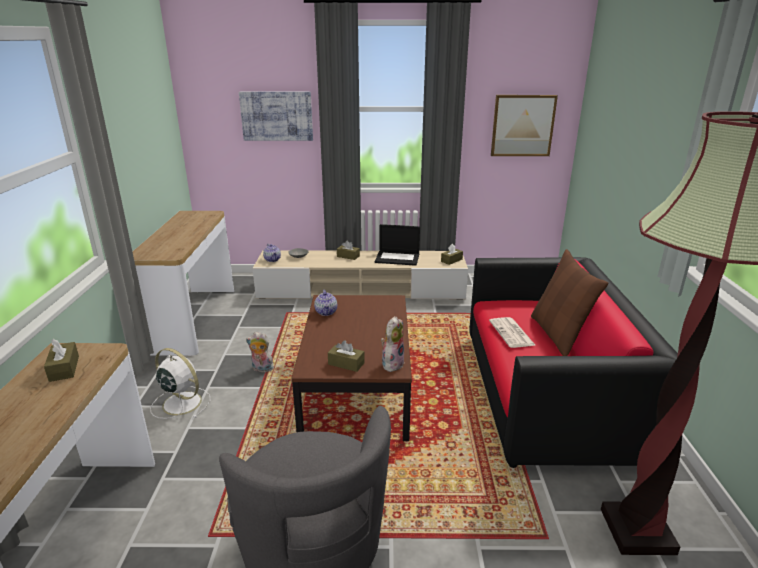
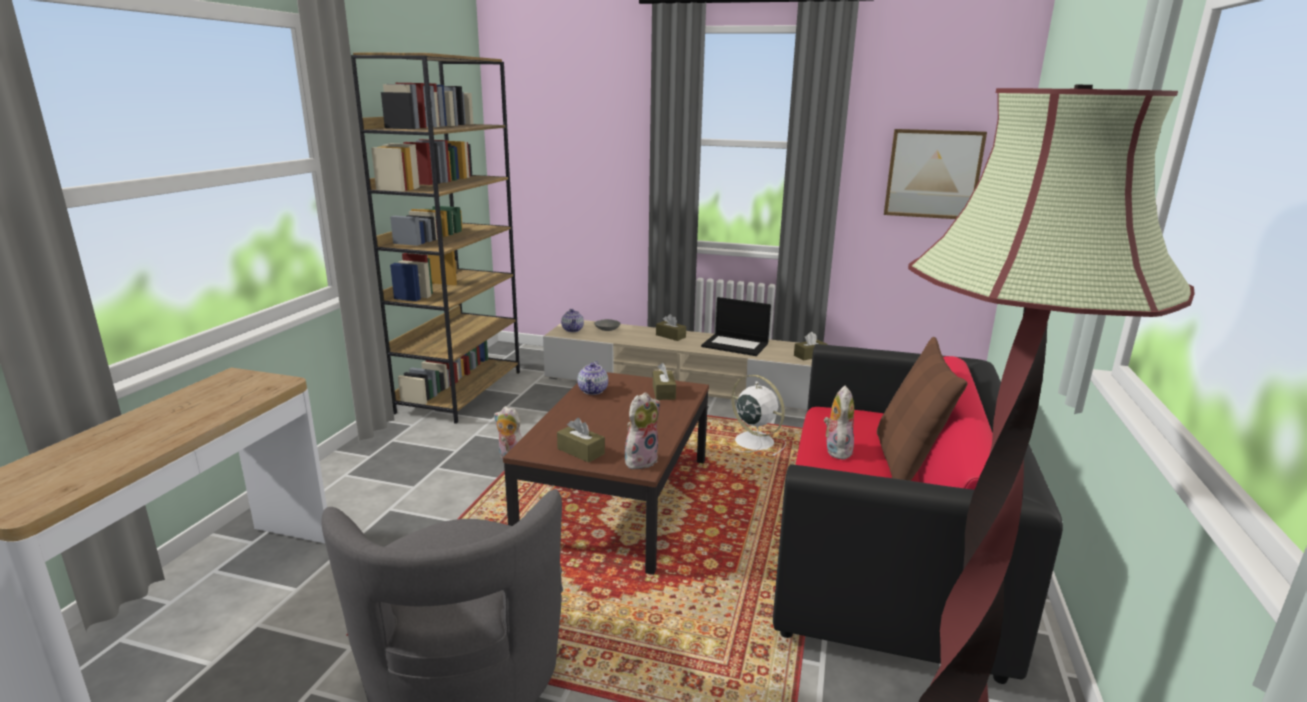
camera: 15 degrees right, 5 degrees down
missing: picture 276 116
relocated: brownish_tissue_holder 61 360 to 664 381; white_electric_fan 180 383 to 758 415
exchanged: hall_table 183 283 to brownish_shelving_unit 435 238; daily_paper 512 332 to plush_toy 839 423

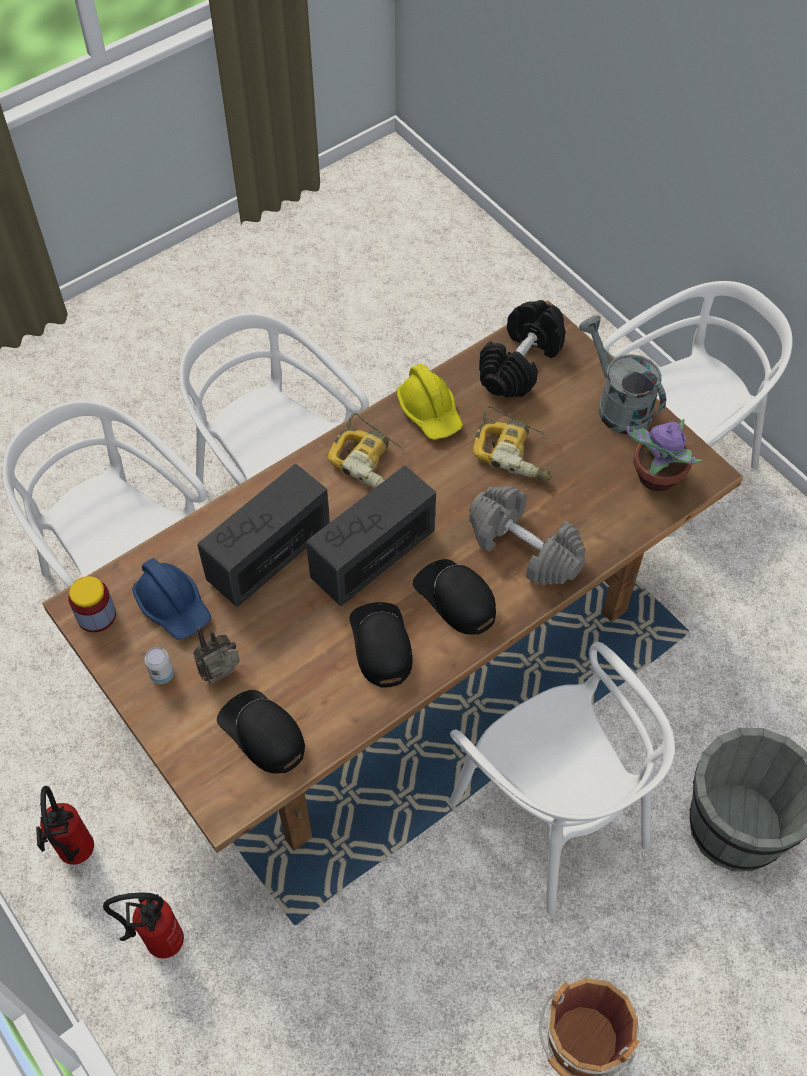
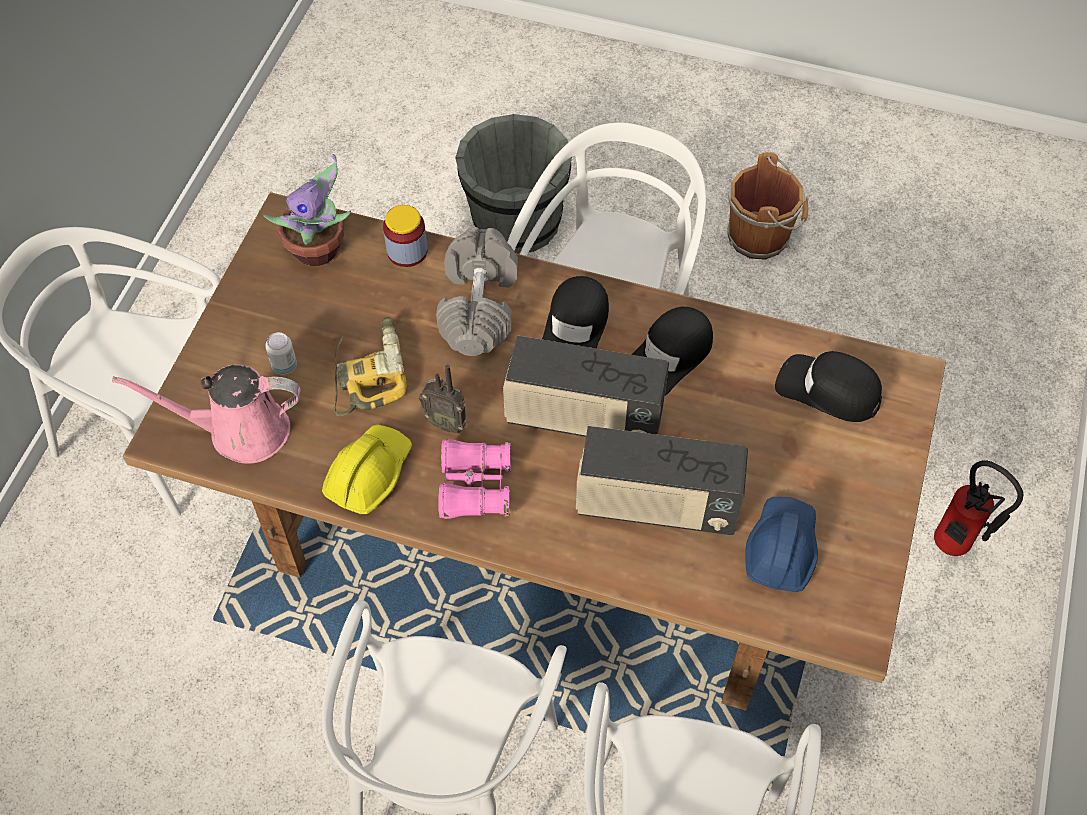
camera: 125 degrees left, 0 degrees up
missing: fire_extinguisher 65 825; gray_sprinkling_can 622 375
relocated: preserve_jar 92 604 to 405 236; metal_can 159 665 to 281 353; radio_set 216 655 to 443 398
exchanged: electric_drill 368 450 to pink_pair_of_binoculars 474 479; blackish_hand_weight 522 349 to pink_sprinkling_can 206 414
spun: blackish_peaked_cap 261 732 = 828 386 105 degrees clockwise

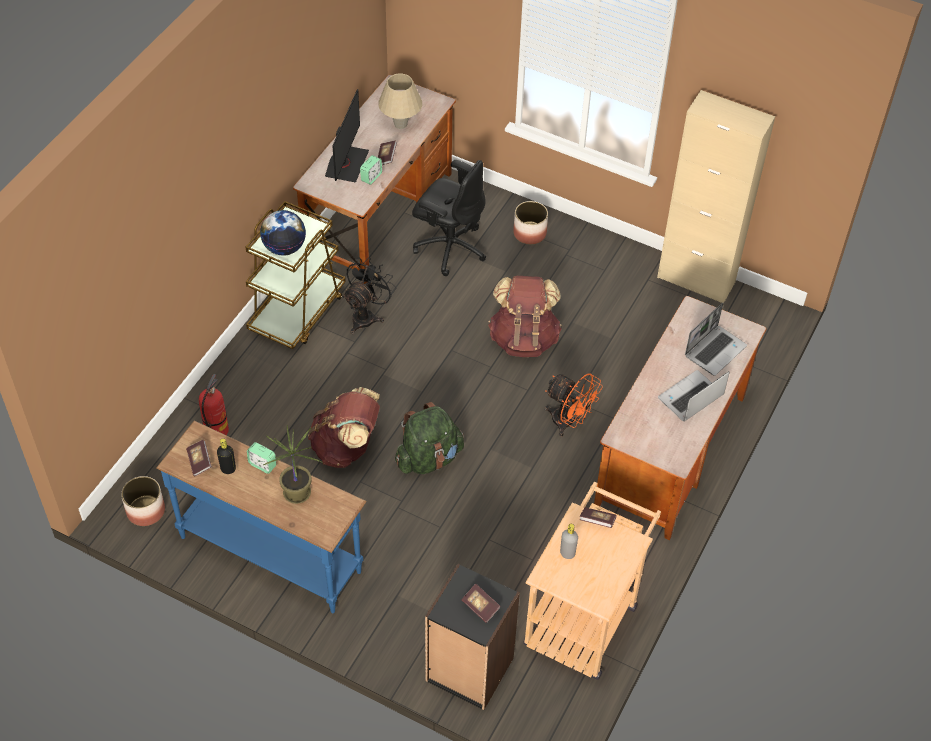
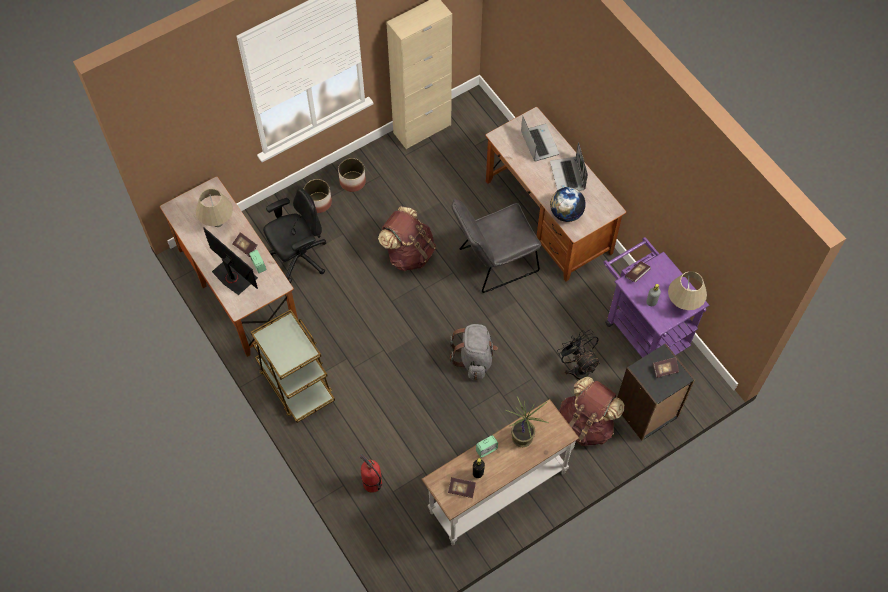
camera: 60 degrees left, 10 degrees up
appeared: sand-coloured_lamp_for_a_table 687 290
relocated: plant_pot 143 501 to 352 175; globe 283 233 to 568 204; brownish_knapsack 344 427 to 591 411; blackish_electric_fan 370 295 to 579 355
exchanged: orange-coloured_electric_fan 574 405 to gray_upright_chair 496 245
colour: blue_hall_table 261 516 to white_hall_table 500 472; green-coloured_knapsack 429 438 to gray_knapsack 474 352; sand-coloured_trolley 592 581 to purple-coloured_trolley 656 297

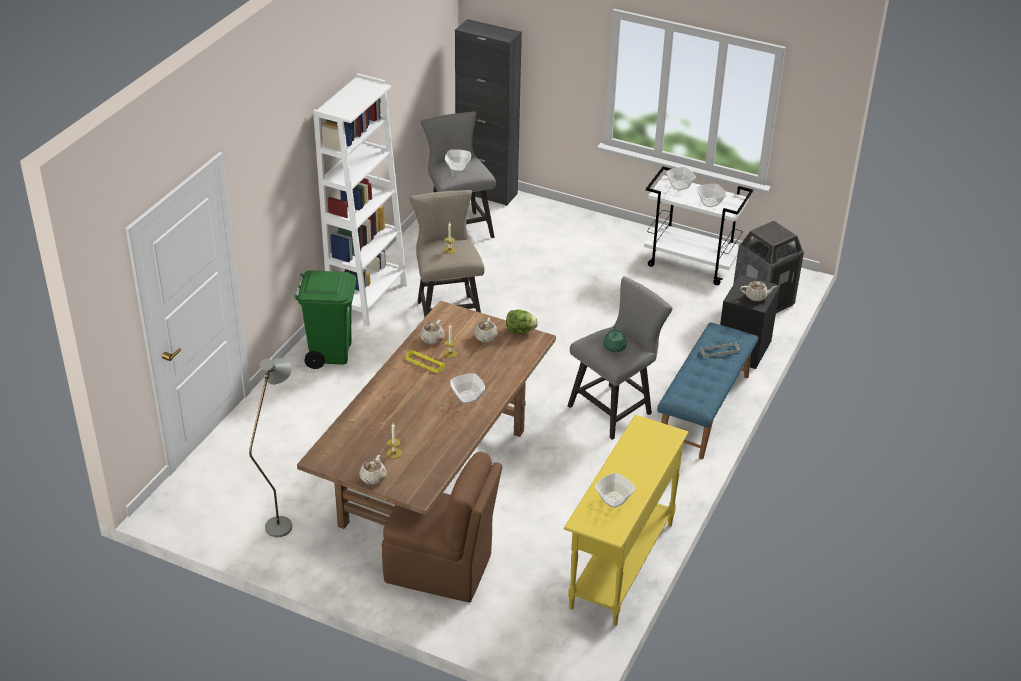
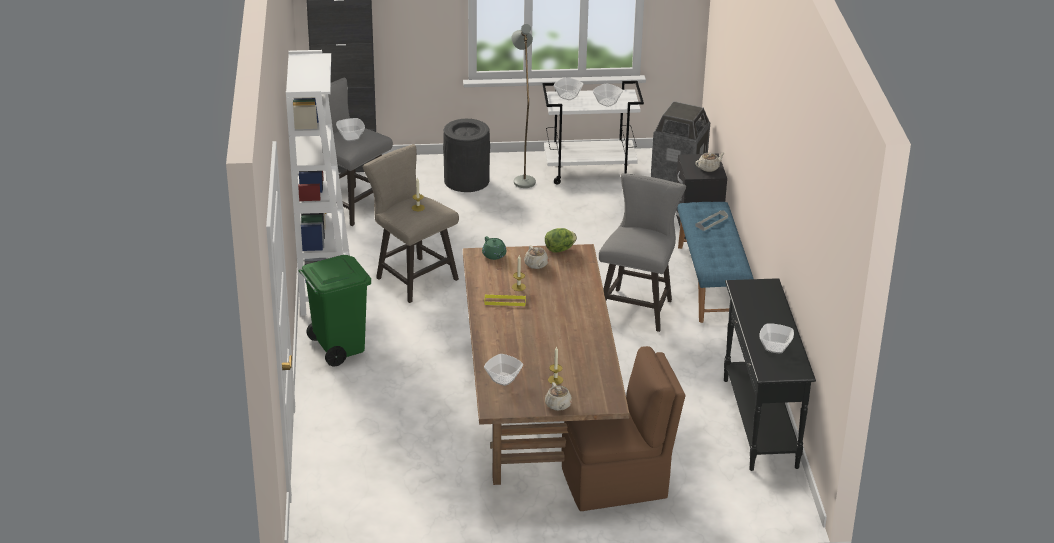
camera: 30 degrees left, 5 degrees down
missing: sand-coloured_tea_pot 432 332
appeared: blackish_trash_can 466 155
relocated: gray_floor_lamp 270 447 to 524 106; serving_bowl 467 388 to 503 370; green-coloured_tea_pot 615 339 to 494 248
colour: yellow_hall_table 626 520 to blackish_hall_table 770 374

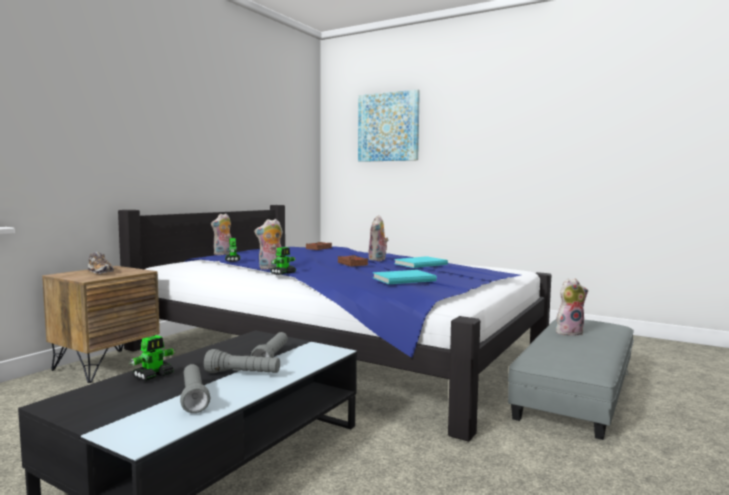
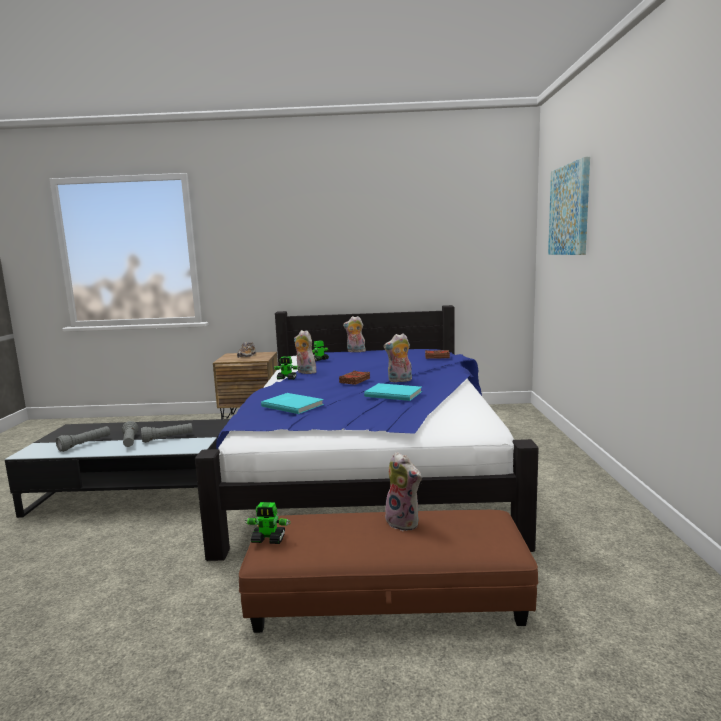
camera: 60 degrees right, 5 degrees up
relocated: toy_robot 152 358 to 268 523
colour: gray_pouffe 571 379 to brownish_pouffe 388 571

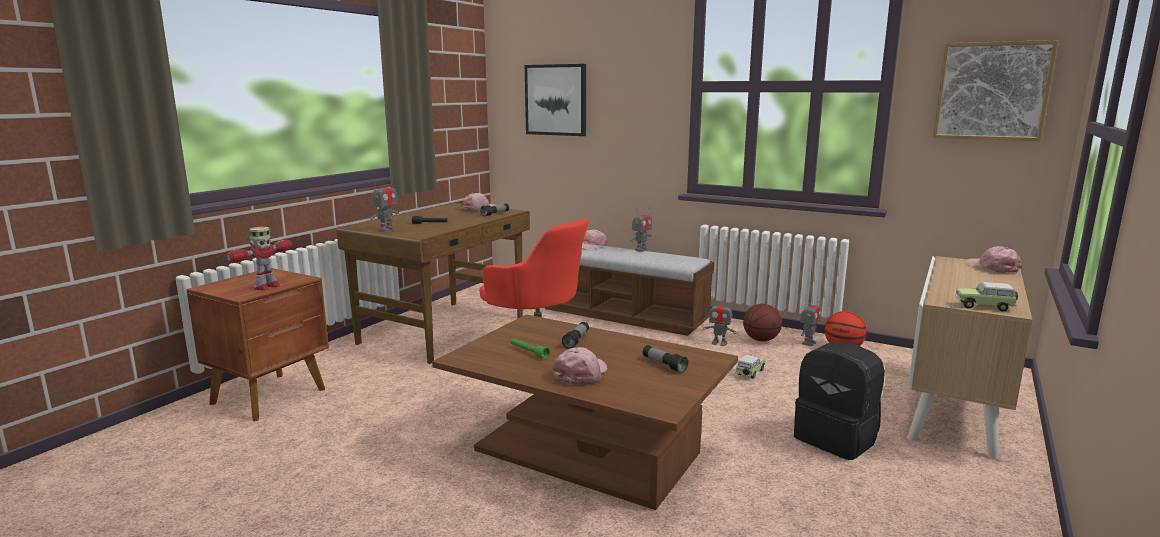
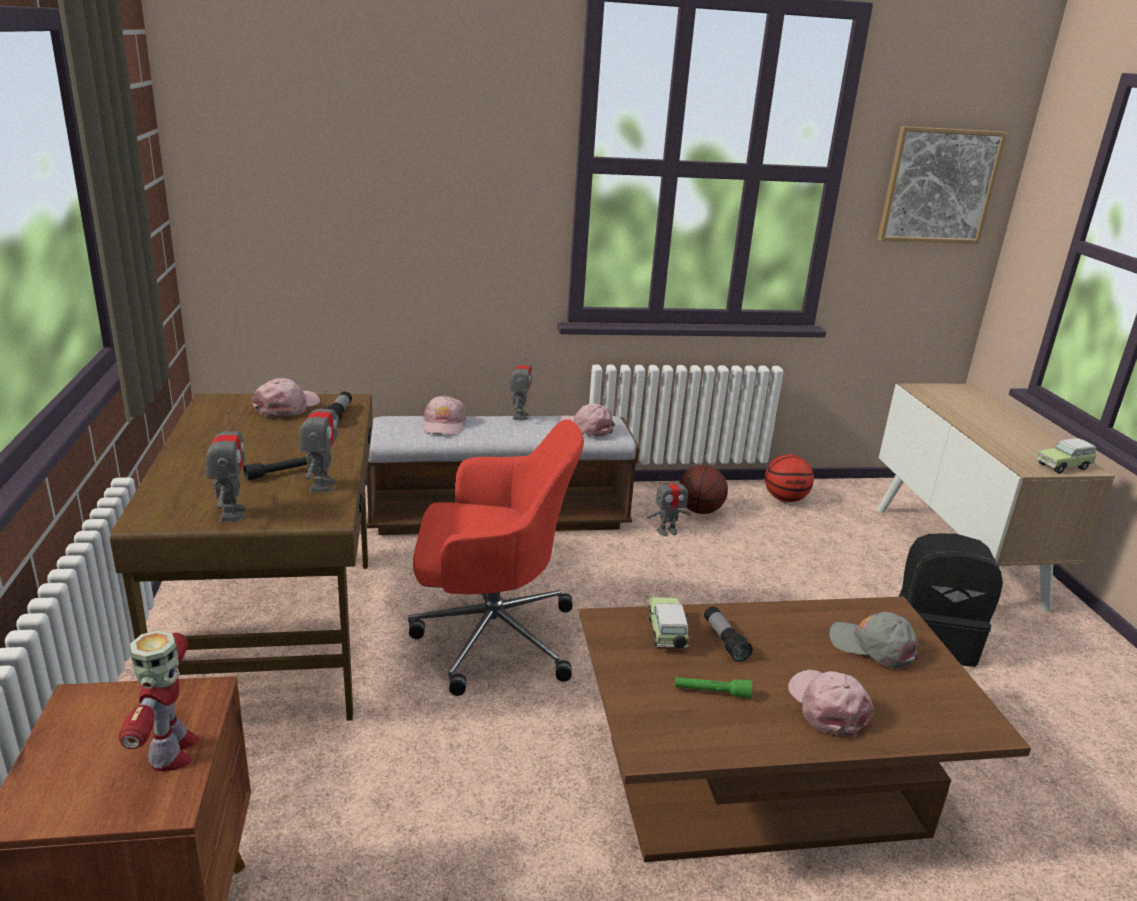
camera: 40 degrees left, 10 degrees up
missing: picture 555 100
relocated: model_car 750 367 to 669 622; toy_robot 810 323 to 318 441; pink_peaked_cap 993 259 to 587 420
exchanged: flashlight 665 359 to gray_peaked_cap 874 640

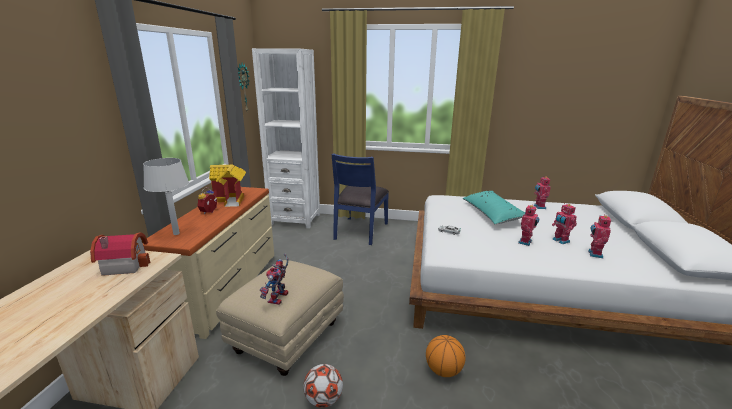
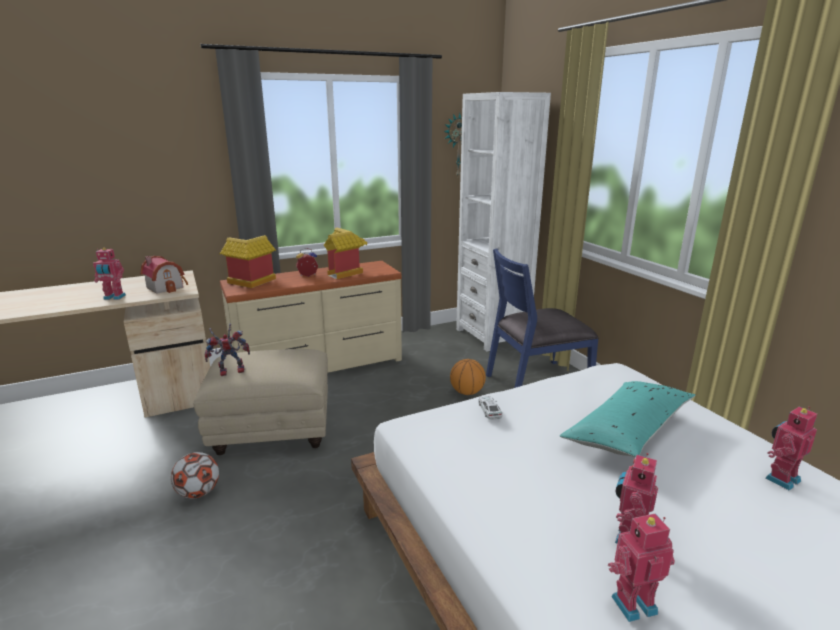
camera: 55 degrees right, 0 degrees up
relocated: basketball 446 356 to 468 377; toy_robot 528 225 to 109 274
exchanged: gray_lamp_for_a_table 166 196 to model_house 248 261

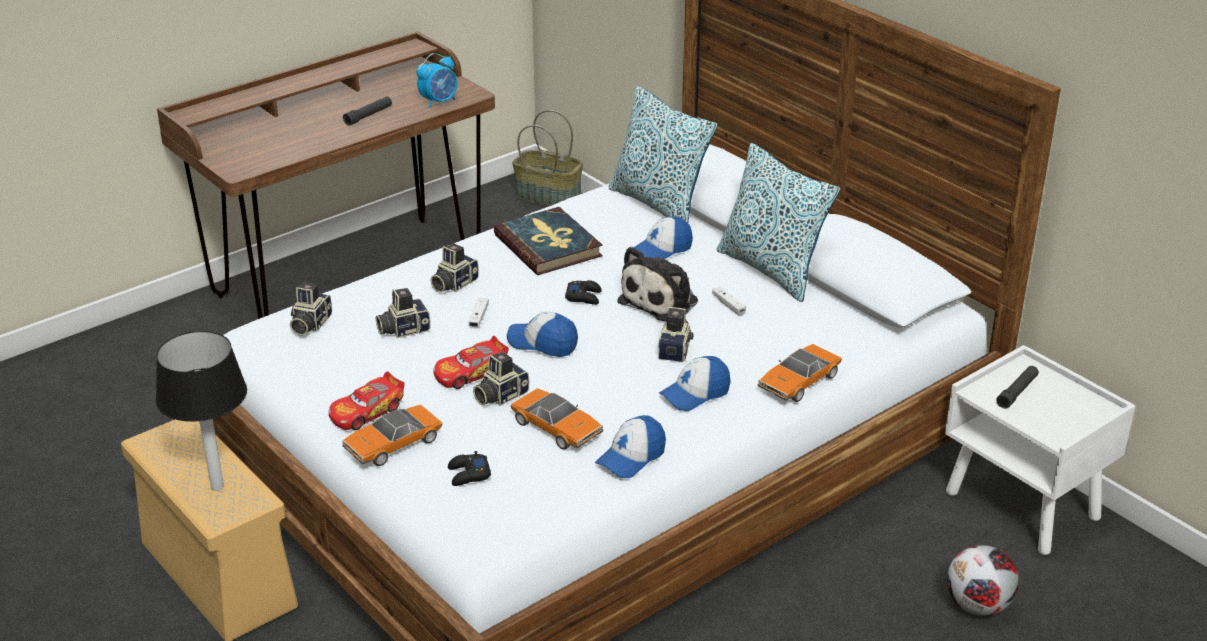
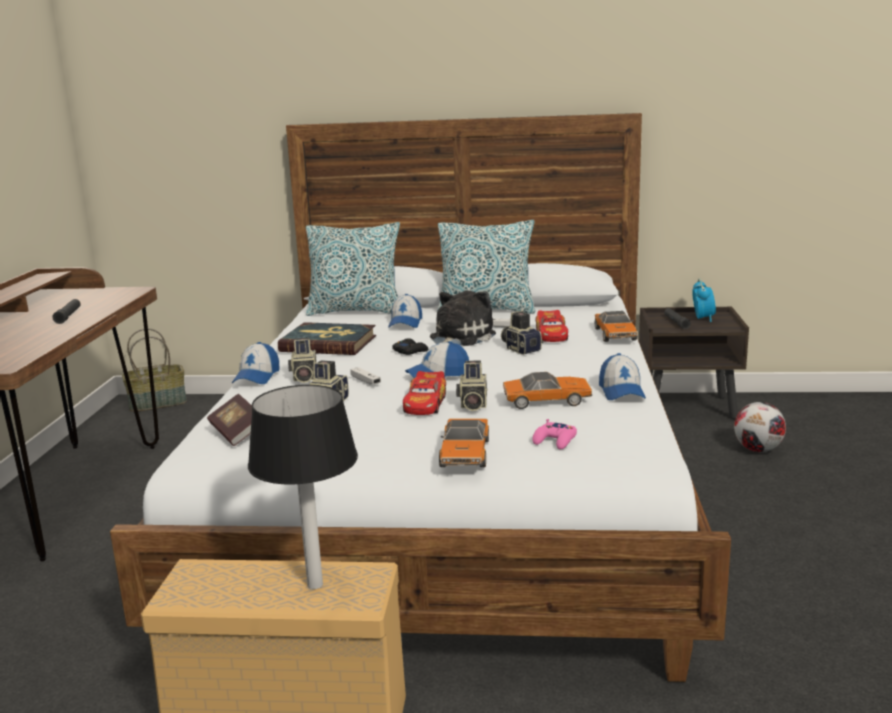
camera: 45 degrees left, 15 degrees down
relocated: model_car 366 400 to 551 326; bedside_clock 436 80 to 704 300; peaked_cap 695 383 to 256 363
exchanged: photo_camera 311 308 to volume 229 420
colour: blackish_gamepad 469 468 to pink_gamepad 554 434; white_nightstand 1040 450 to brownish_nightstand 694 363
spun: plush_toy 658 284 = 463 318 135 degrees counterclockwise

